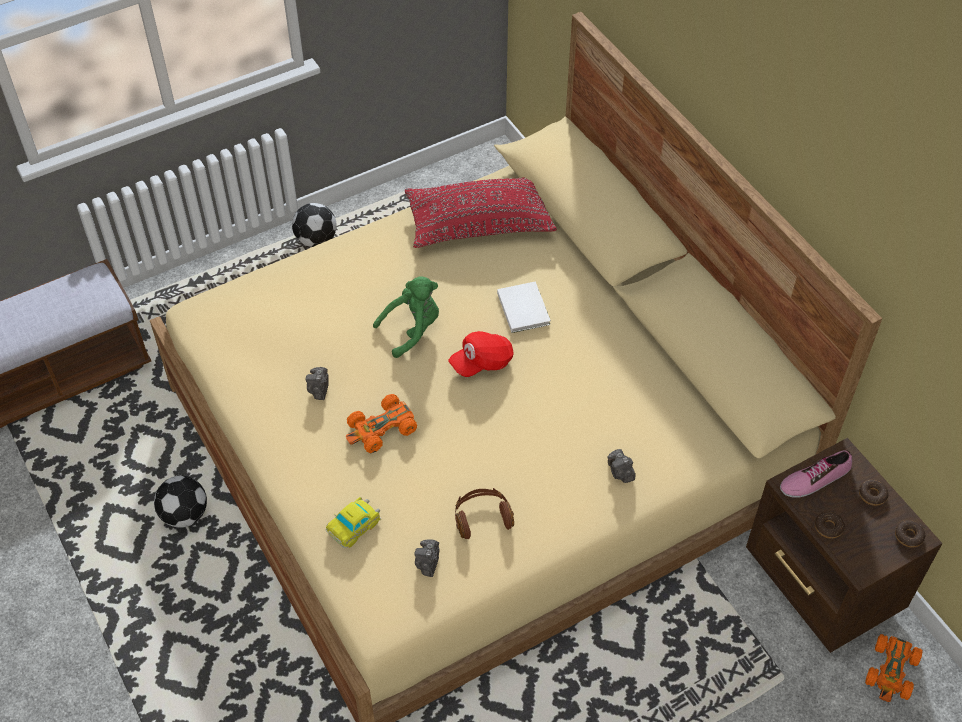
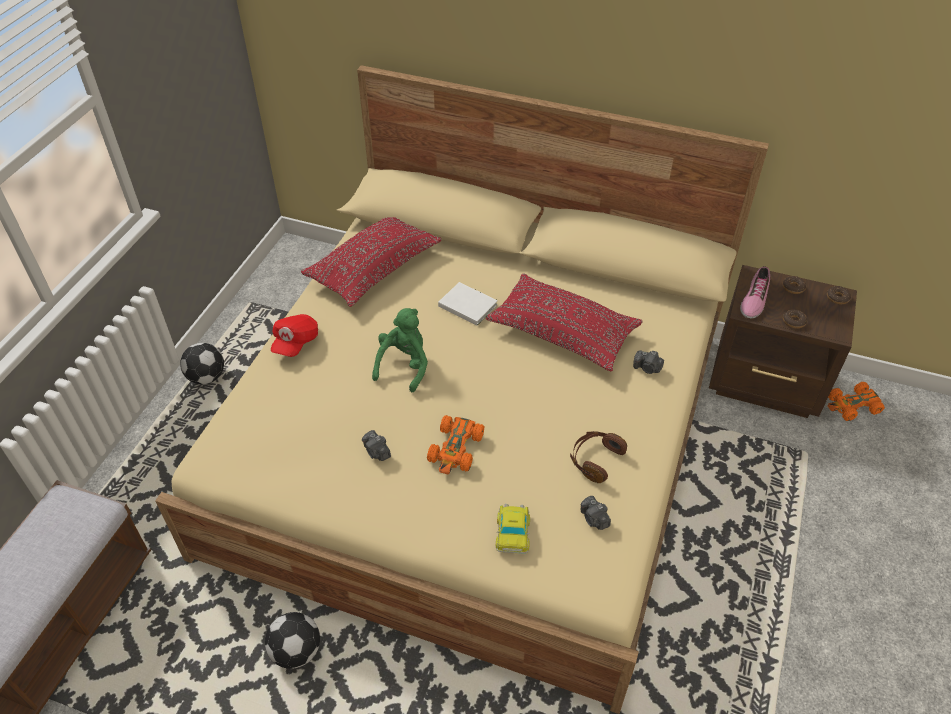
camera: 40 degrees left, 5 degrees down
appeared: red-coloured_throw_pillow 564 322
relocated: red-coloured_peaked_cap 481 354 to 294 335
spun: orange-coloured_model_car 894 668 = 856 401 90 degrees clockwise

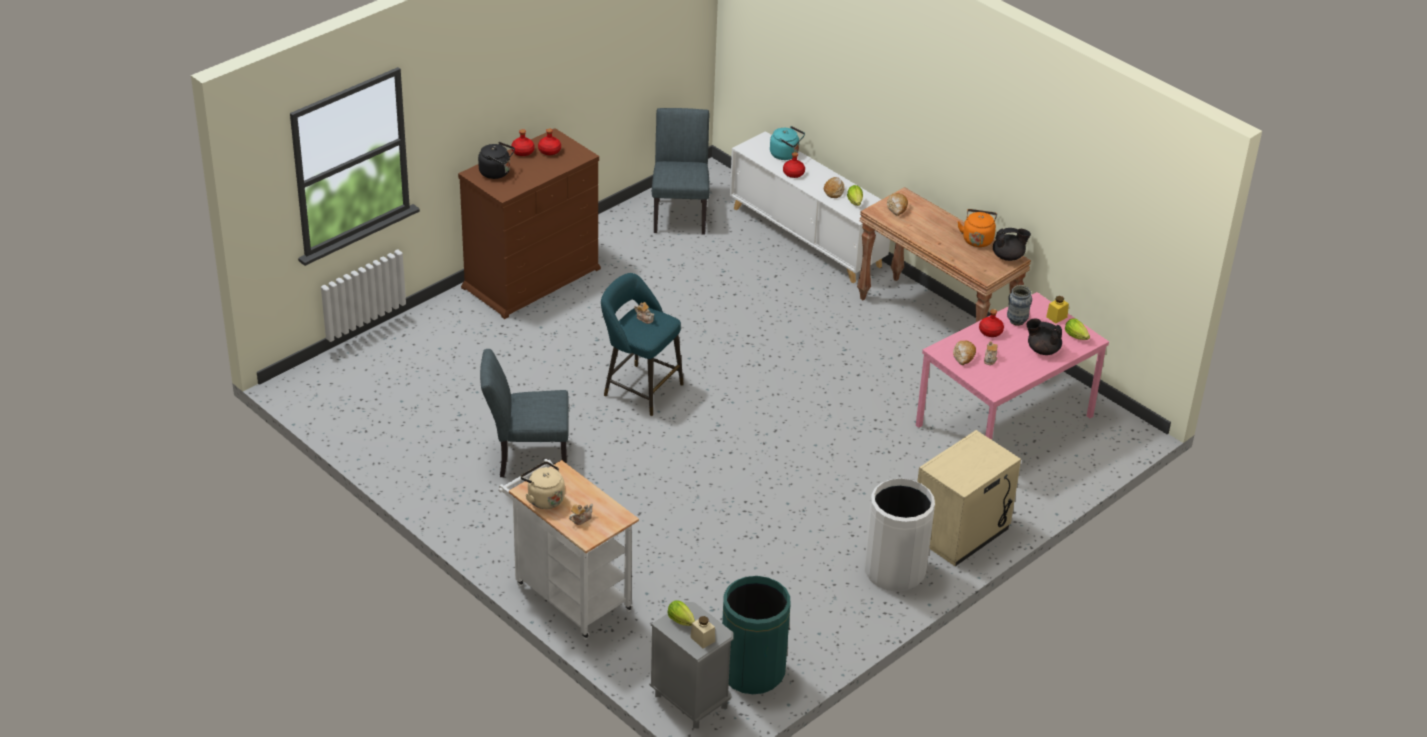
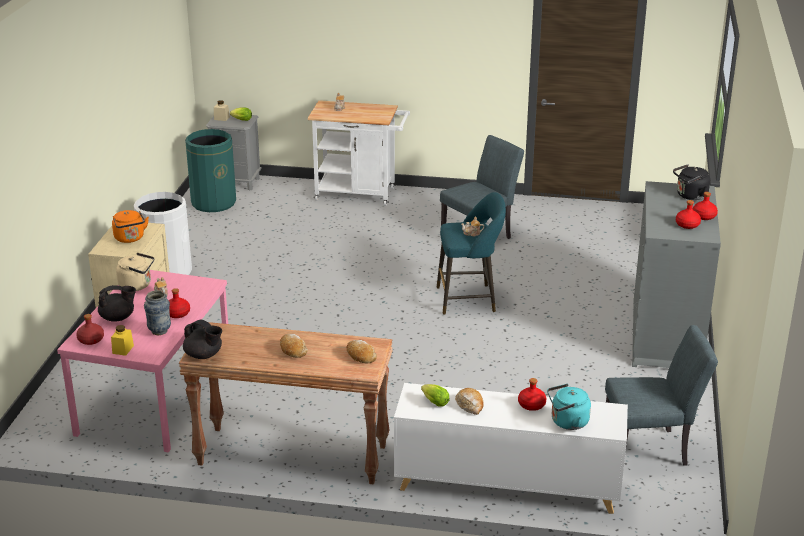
camera: 145 degrees right, 10 degrees down
relocated: sand-coloured_tea_kettle 543 485 to 135 272; bakery_bread 964 352 to 294 346; orange-coloured_tea_kettle 977 228 to 130 226
exchanged: head_of_lettuce 1077 329 to red-coloured_bottle 90 329
colour: brownish_drawer_chest 529 223 to gray_drawer_chest 676 274
spun: gray_upright_chair 681 171 = 661 395 60 degrees counterclockwise; blackish_tea_pot 1012 244 = 202 339 105 degrees counterclockwise

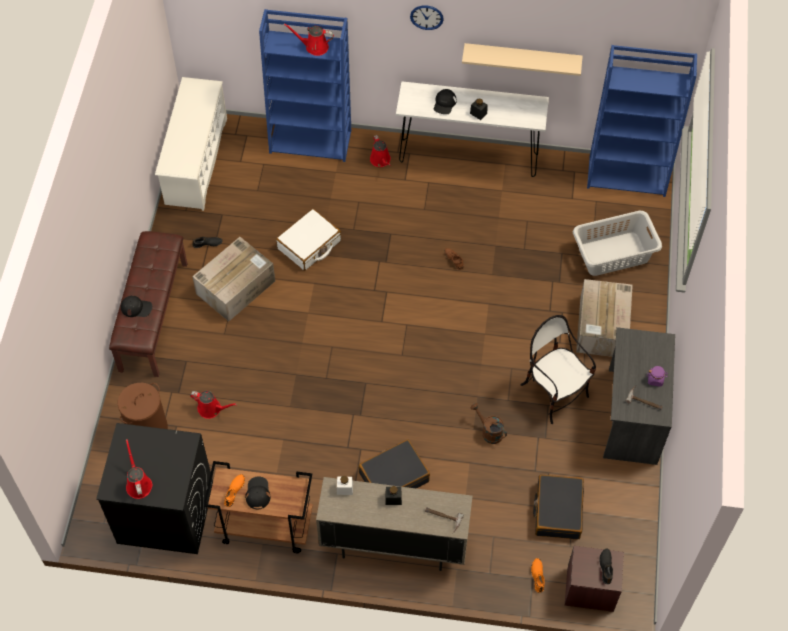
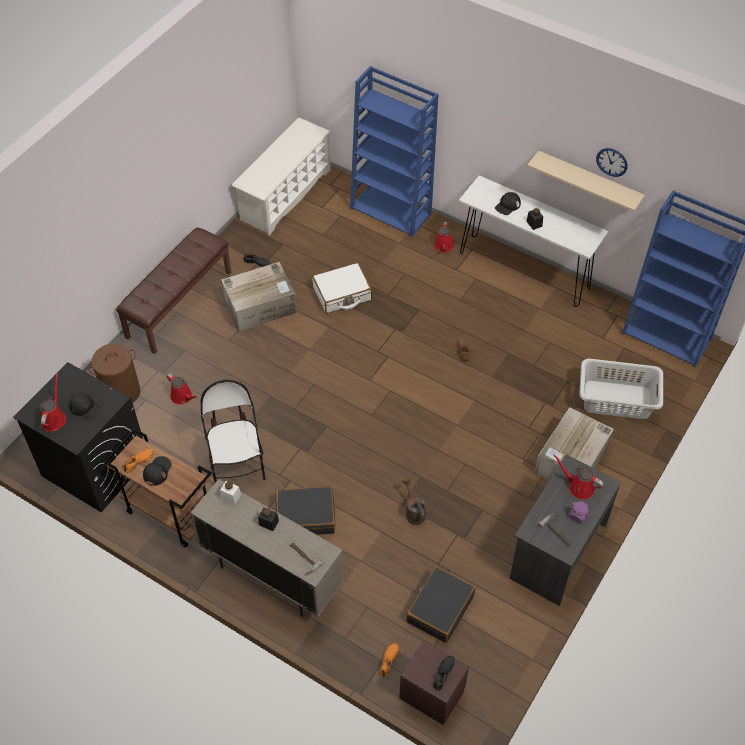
camera: 25 degrees right, 5 degrees down
relocated: blackish_peaked_cap 136 306 to 85 406; red-coloured_sprinkling_can 309 39 to 578 477; hanging_clock 427 18 to 612 162; upright_chair 558 369 to 233 431

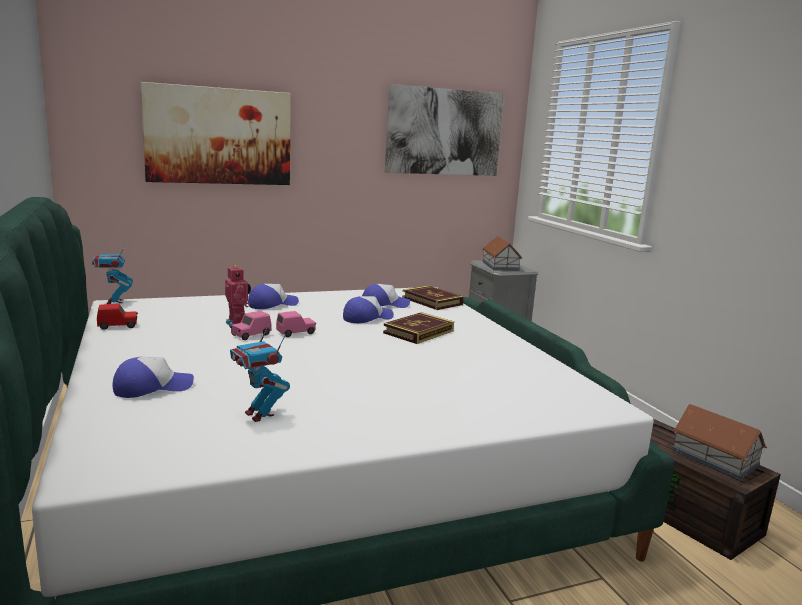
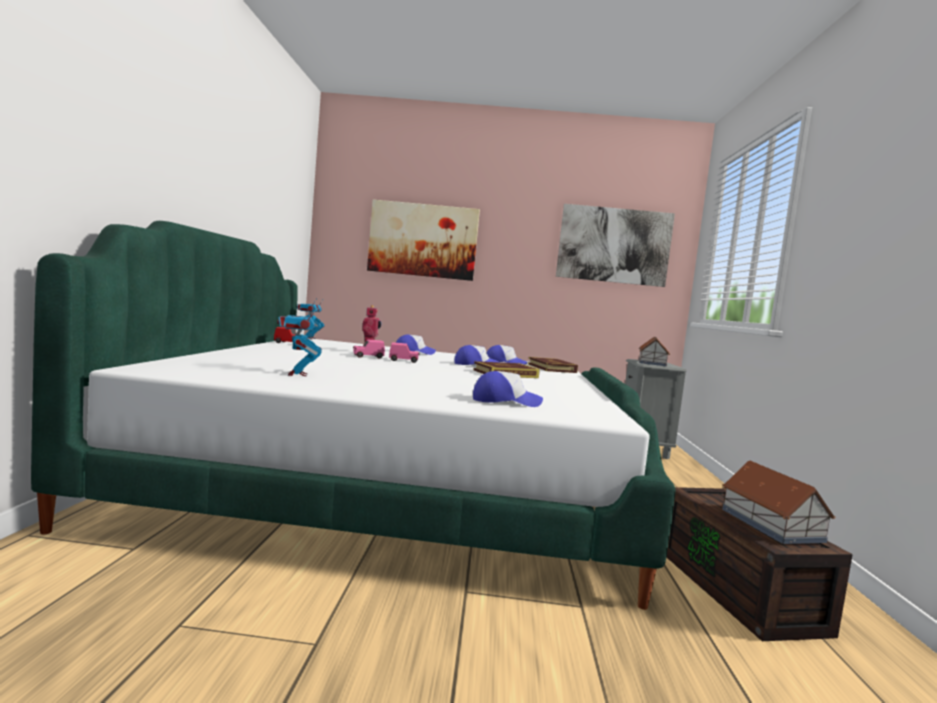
camera: 25 degrees right, 10 degrees down
relocated: peaked_cap 153 377 to 508 389

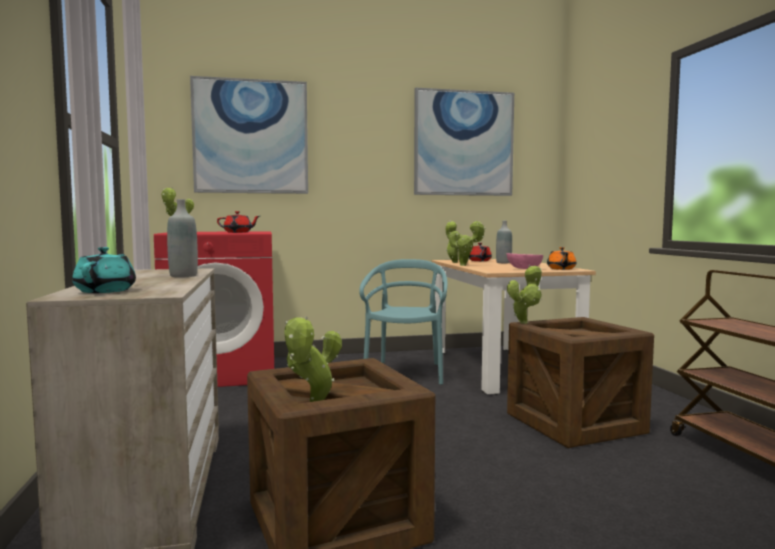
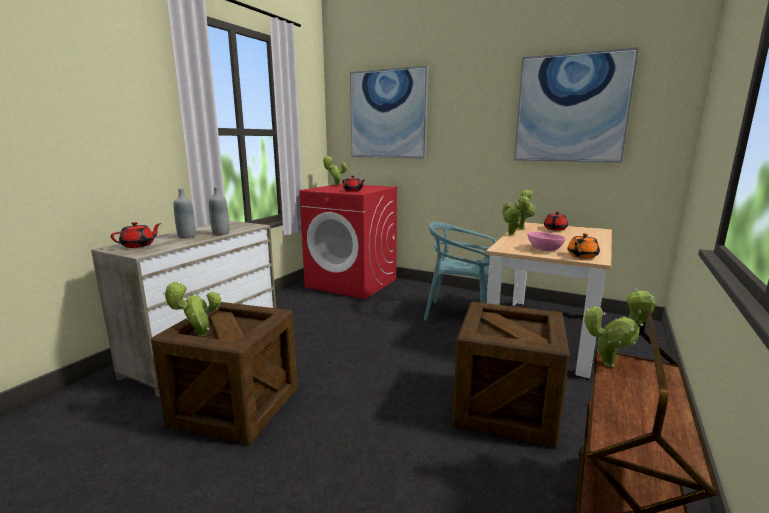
camera: 40 degrees right, 10 degrees up
relocated: gray_bottle 504 242 to 185 214; houseplant 524 294 to 620 328
colour: blue-green_tea_pot 104 270 to red-coloured_tea_pot 136 235
spun: blue-green_upright_chair 403 322 = 460 271 120 degrees counterclockwise

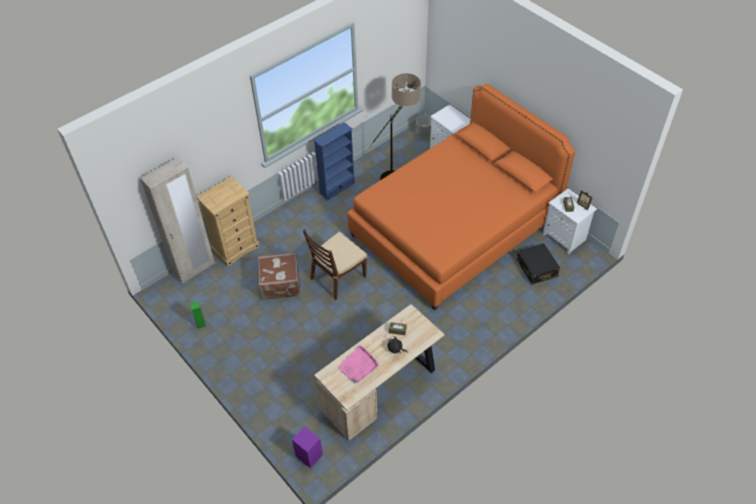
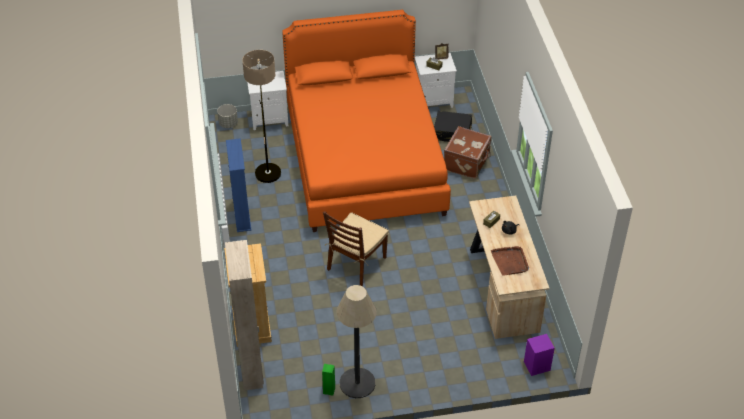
camera: 60 degrees left, 5 degrees down
appeared: floor_lamp 356 341
relocated: brownish_suitcase 279 276 to 468 152
colour: pink_tray 358 364 to brownish_tray 510 261
spun: brownish_upright_chair 335 264 = 356 248 45 degrees clockwise

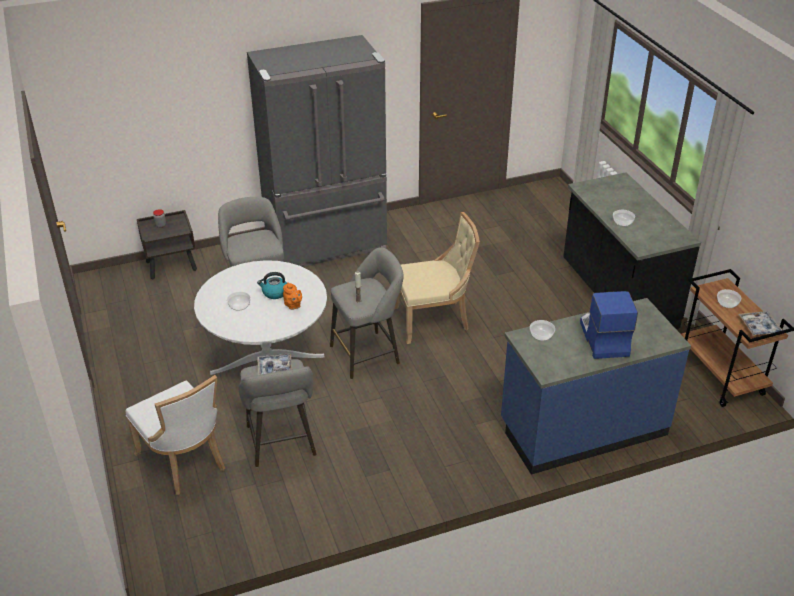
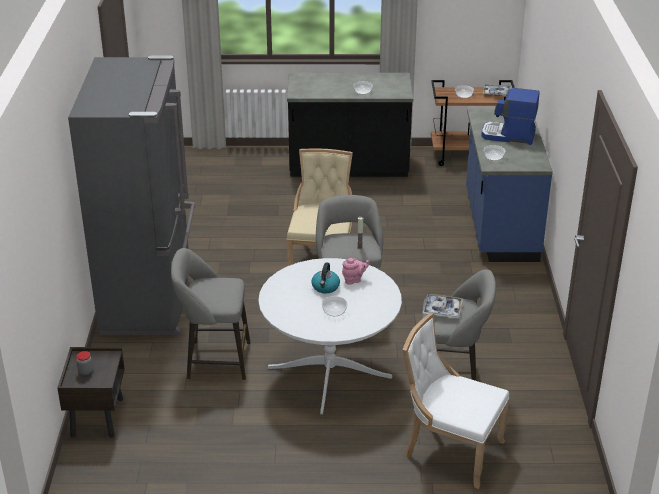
camera: 70 degrees left, 5 degrees down
colour: orange-coloured_tea_pot 292 296 to pink_tea_pot 356 271
spun: white_upright_chair 175 435 = 456 401 135 degrees counterclockwise

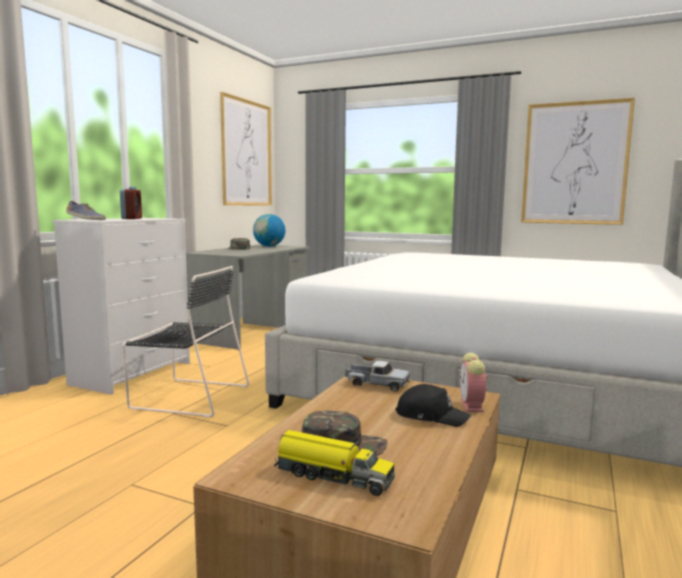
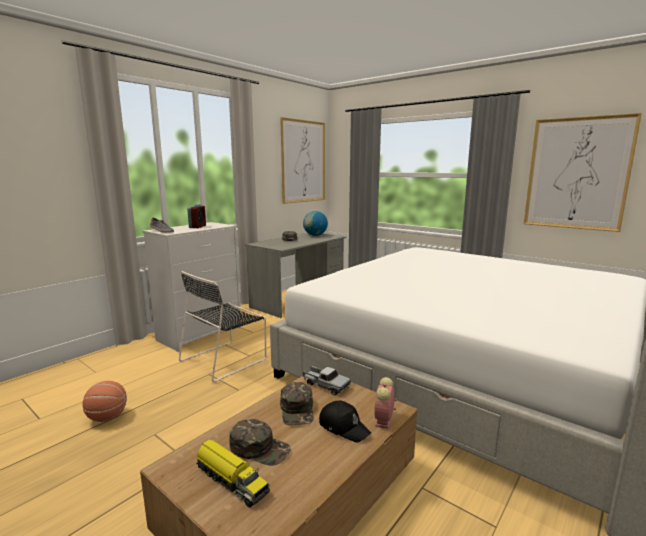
camera: 15 degrees right, 5 degrees up
appeared: basketball 104 401; green-coloured_peaked_cap 297 403
spun: blackish_upright_chair 185 341 = 222 326 105 degrees clockwise

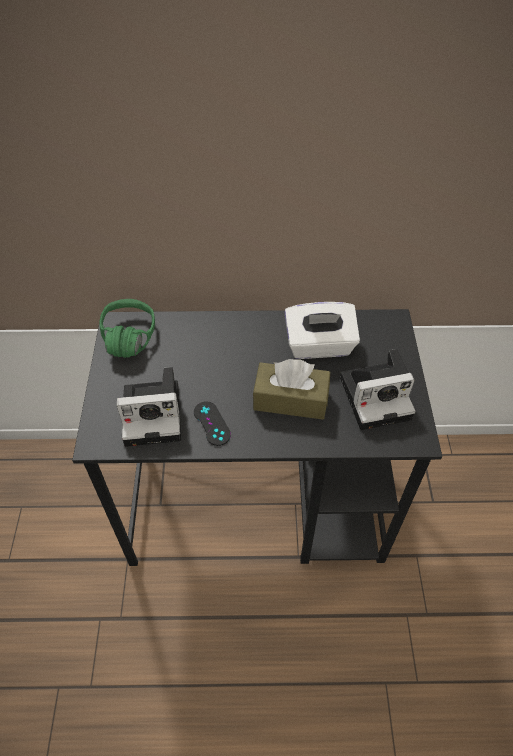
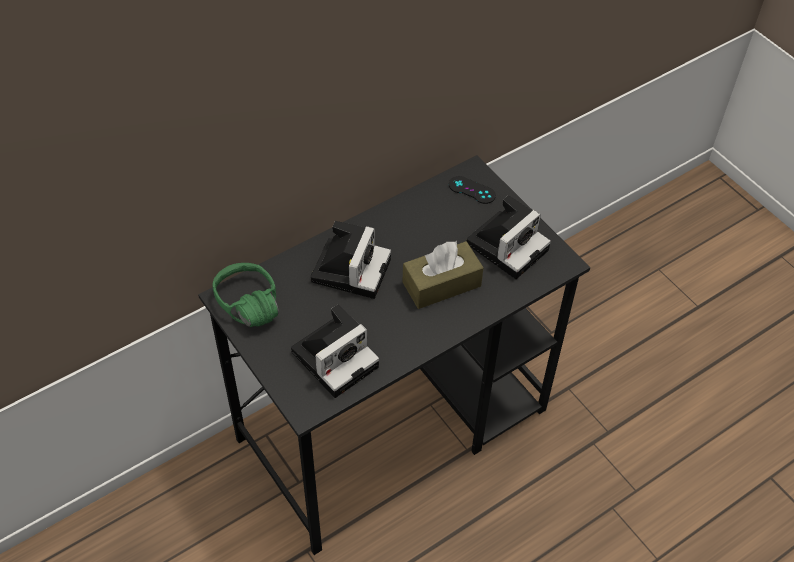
camera: 35 degrees left, 0 degrees up
missing: white_tissue_holder 322 330
appeared: photo_camera 351 260
relocated: blackish_gamepad 212 423 to 472 190

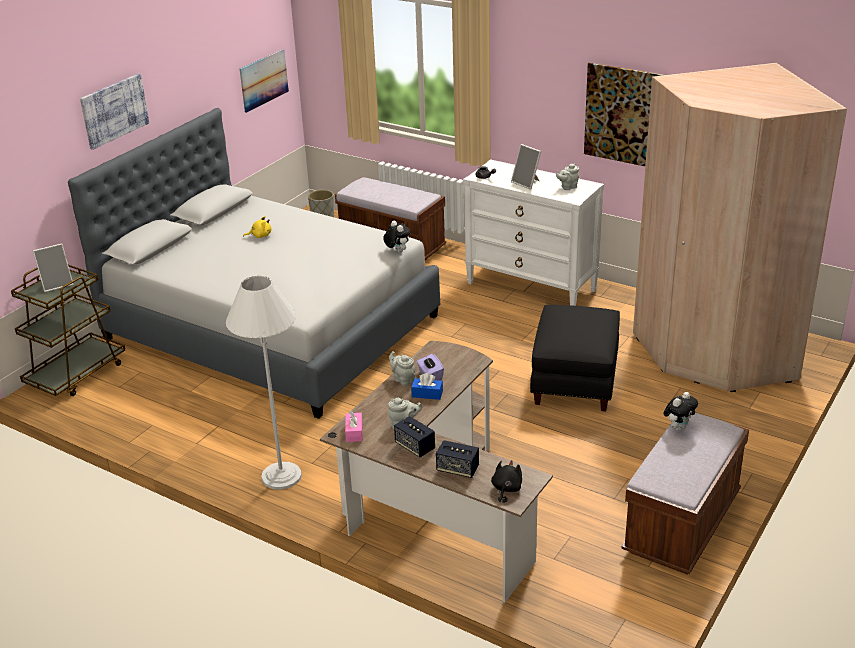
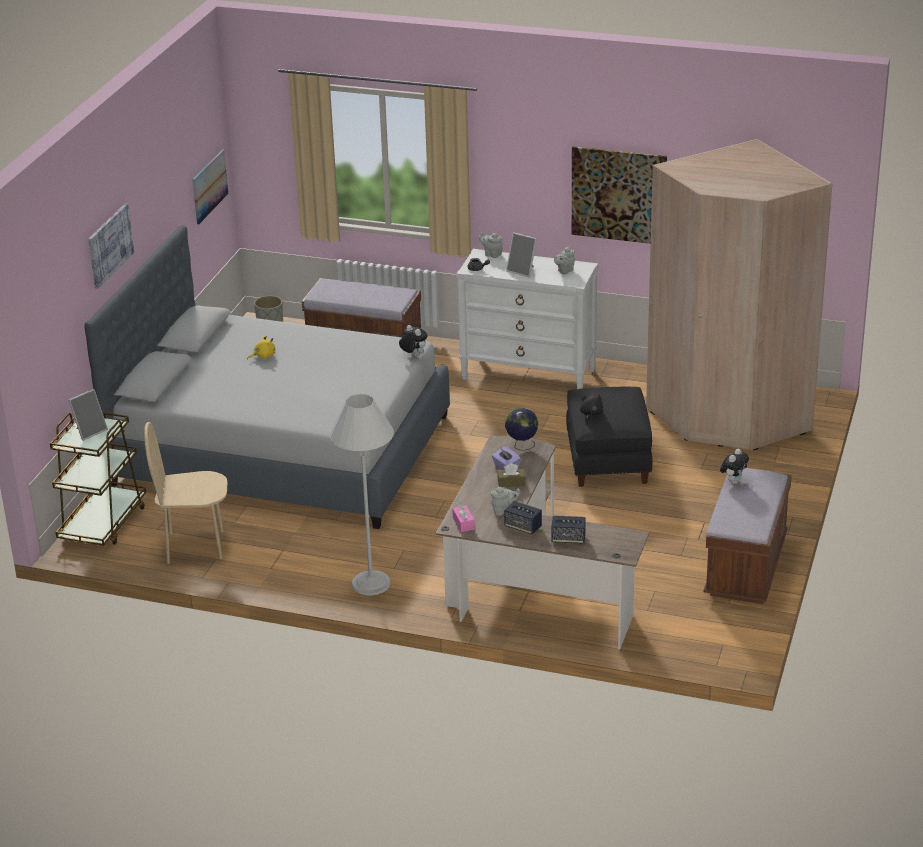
camera: 15 degrees left, 0 degrees up
appeared: sand-coloured_upright_chair 185 493; globe 521 429
relocated: gray_tea_pot 402 368 to 490 245; blackish_plush_toy 506 481 to 591 407
colour: blue_tissue_holder 427 386 to brownish_tissue_holder 511 475

